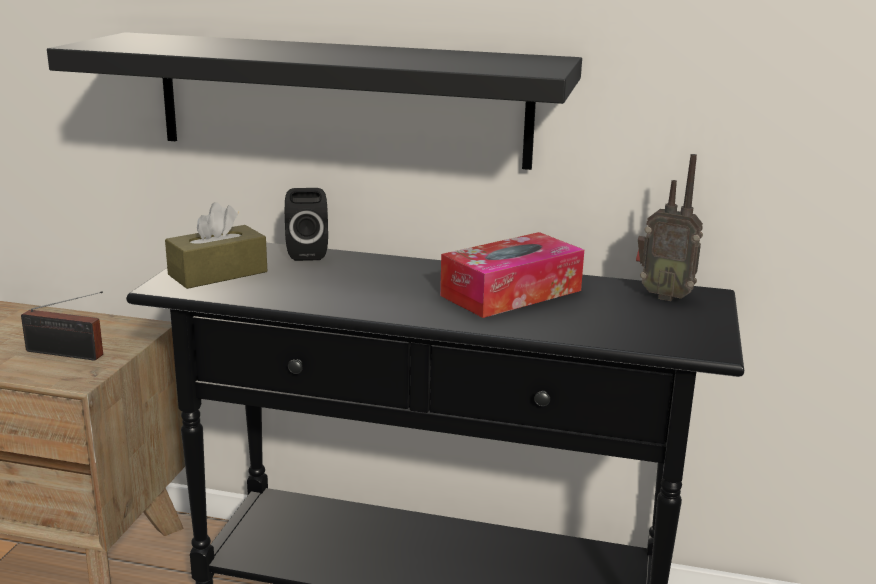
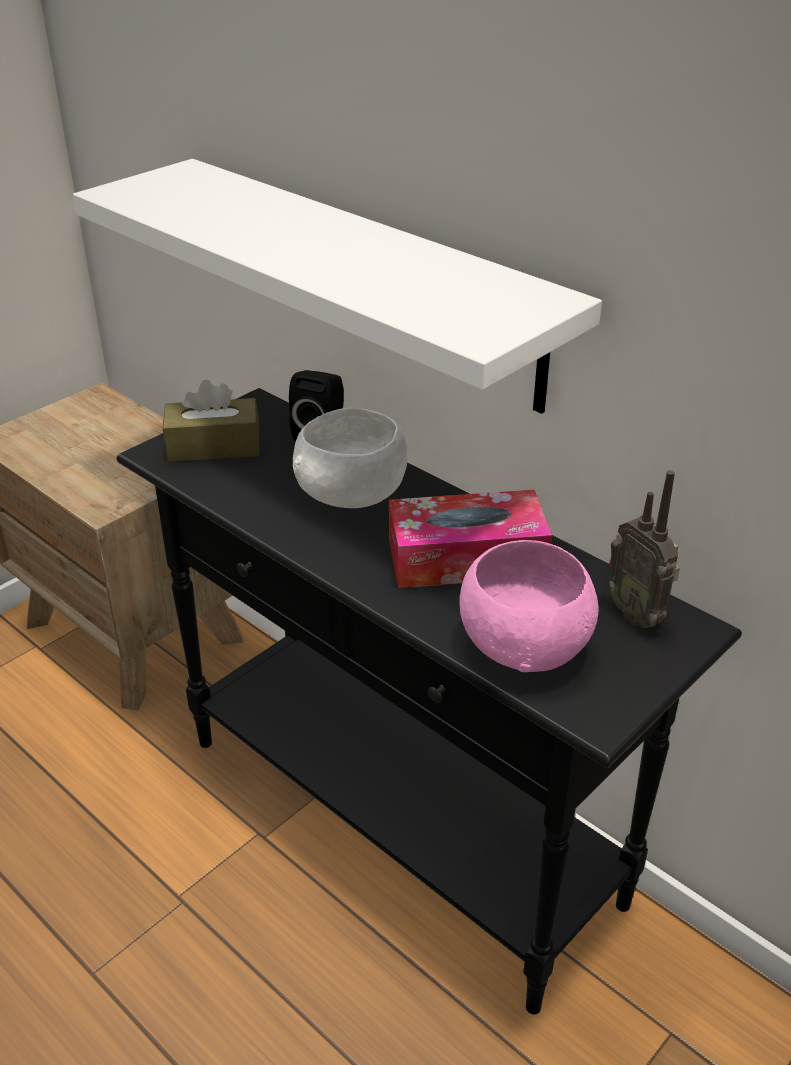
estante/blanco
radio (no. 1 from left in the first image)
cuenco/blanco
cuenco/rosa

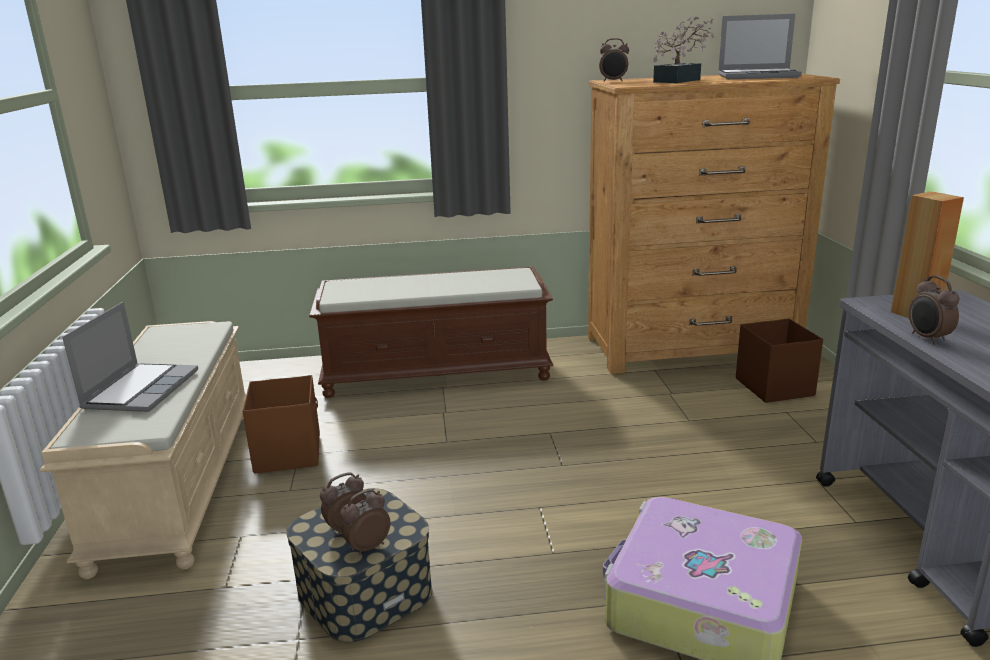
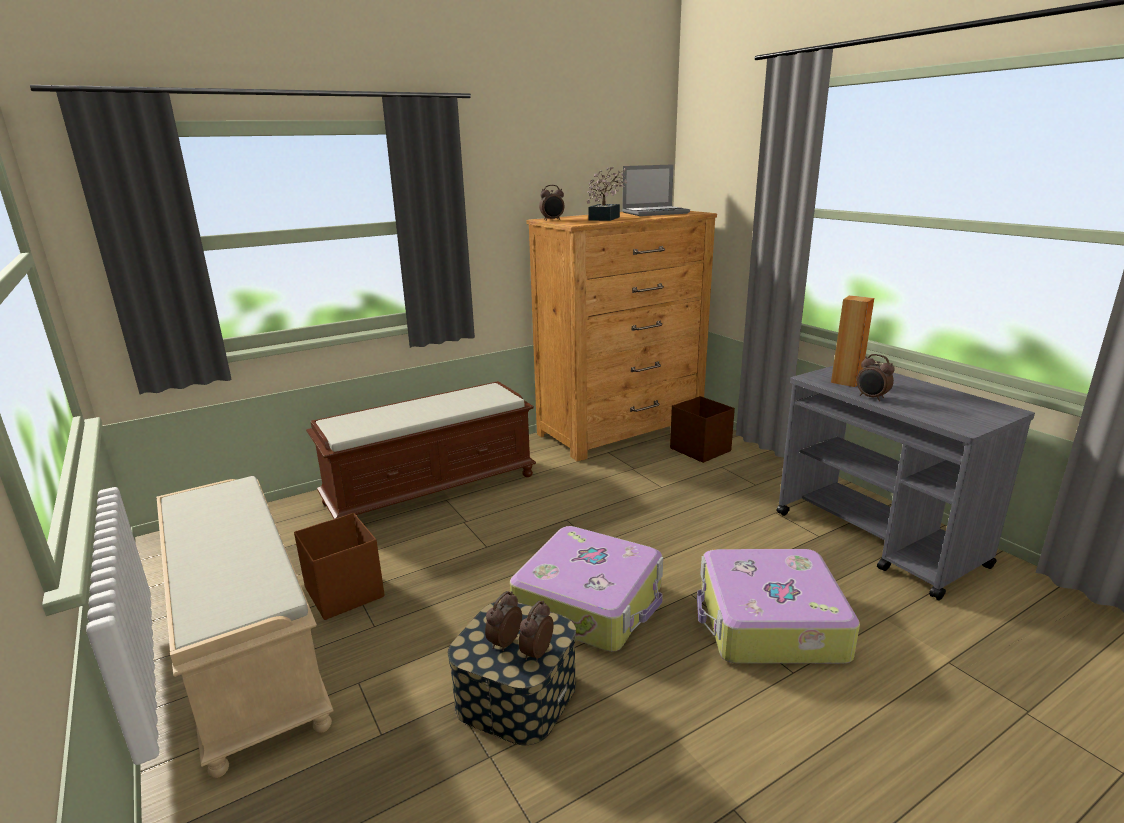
portátil (no. 1 from left in the first image)
maleta (no. 1 from left)

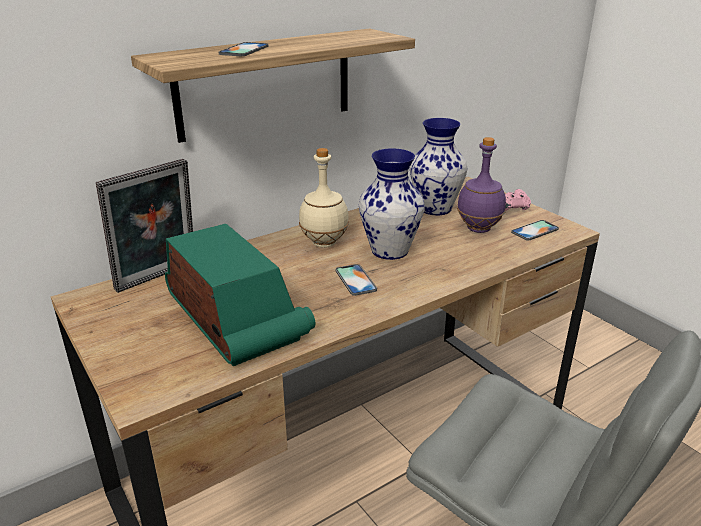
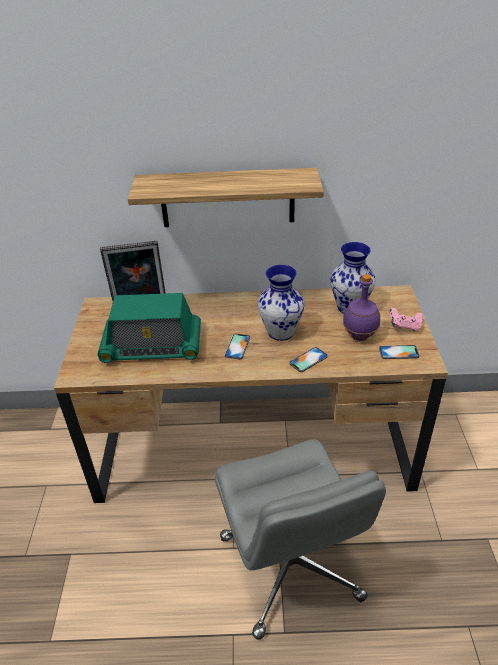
móvil (no. 2 from left)
botella/beis
radio

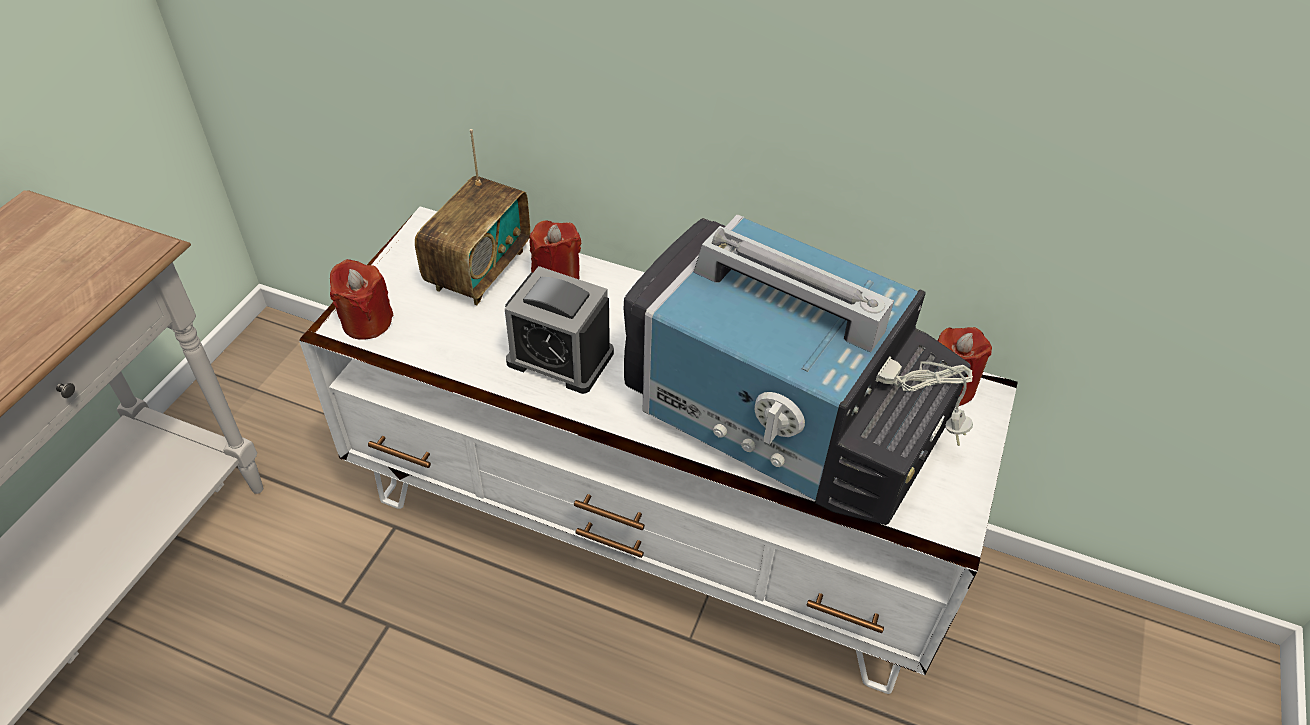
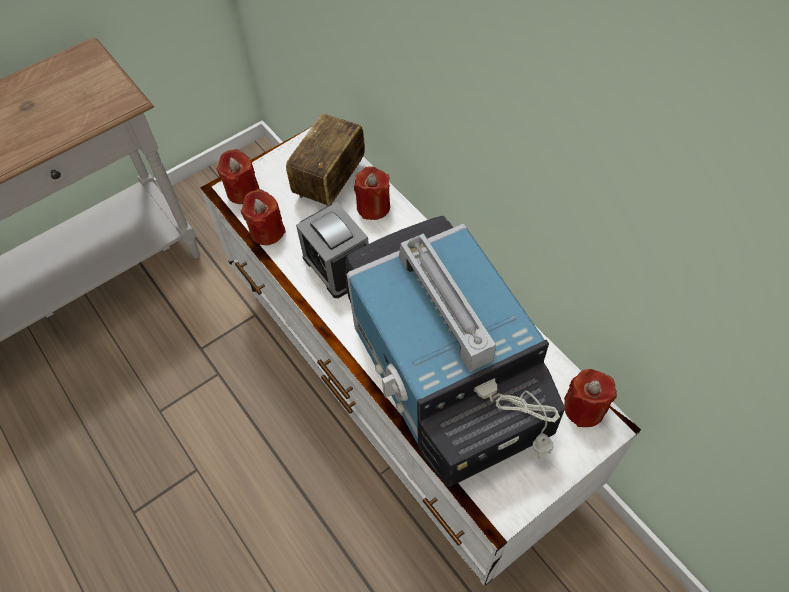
radio
vela/rojo (no. 2 from left)

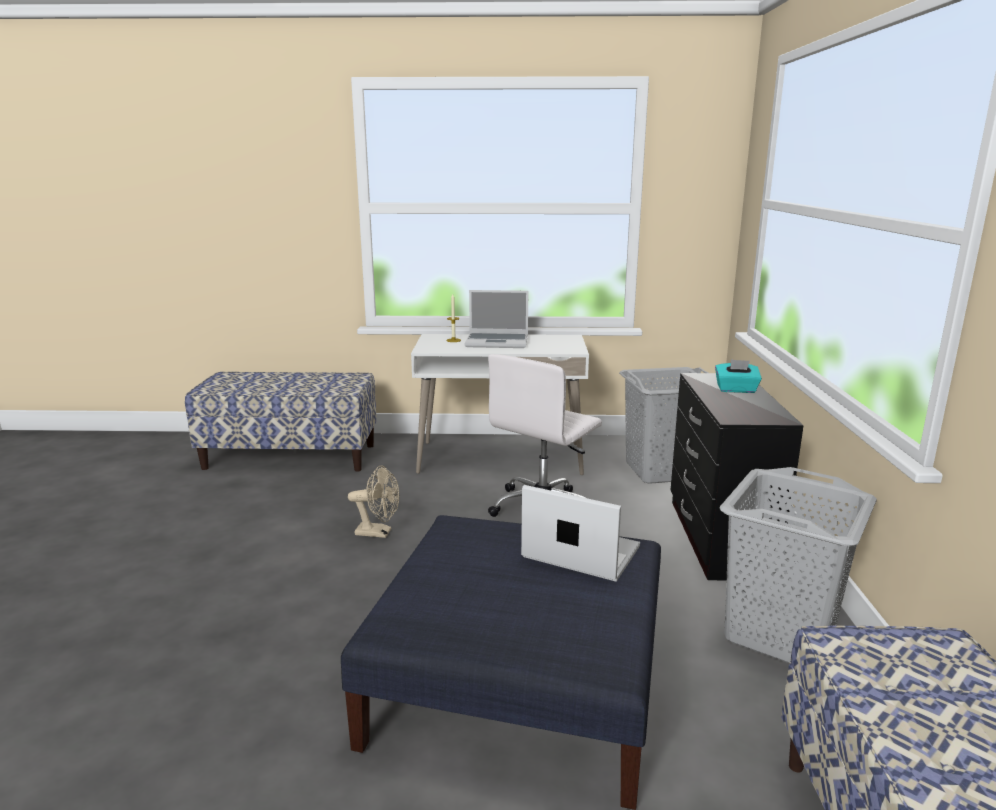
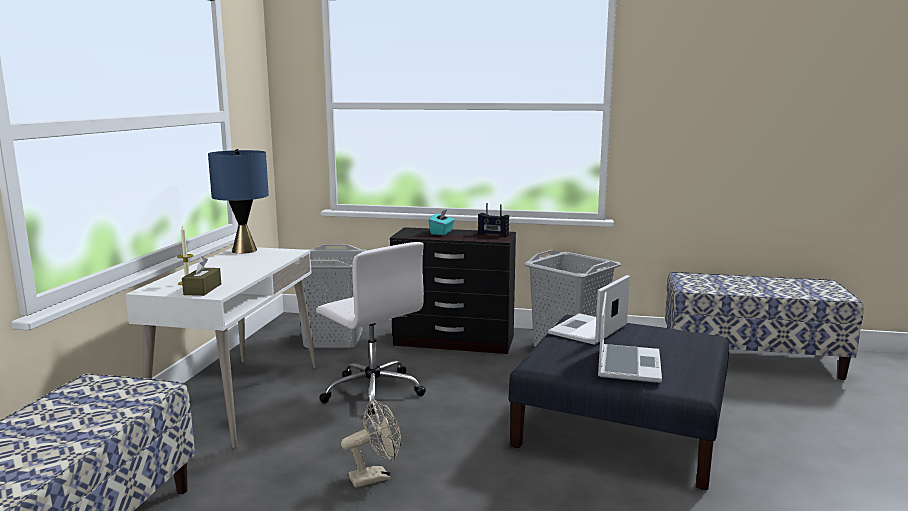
portátil (no. 2 from left)
ventilador/beis
lámpara de mesa/azul
radio
caja de pañuelos/marrón

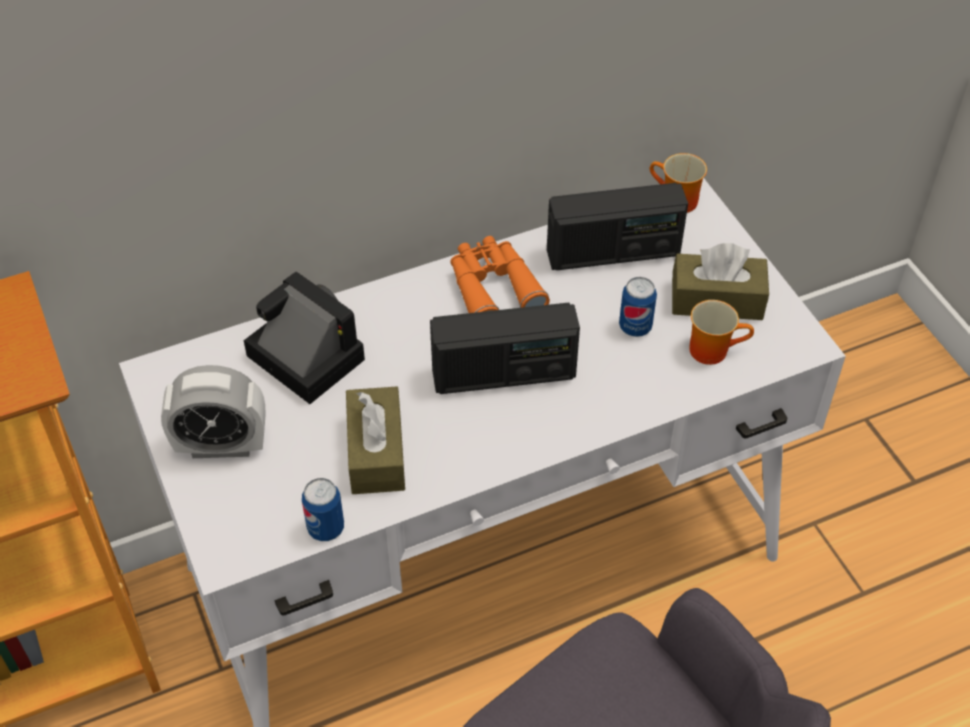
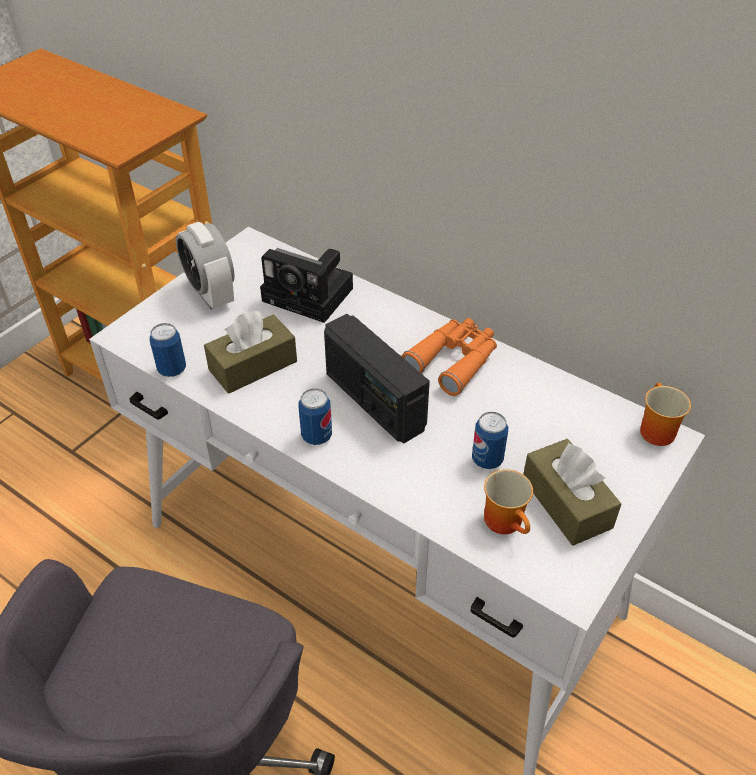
radio (no. 2 from left in the first image)
cámara
lata (no. 2 from left)

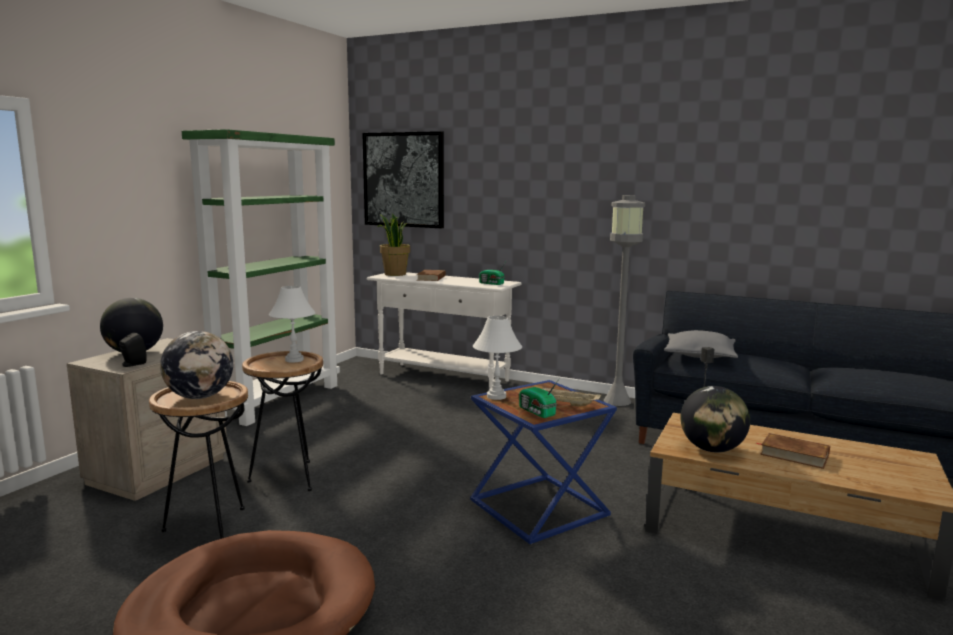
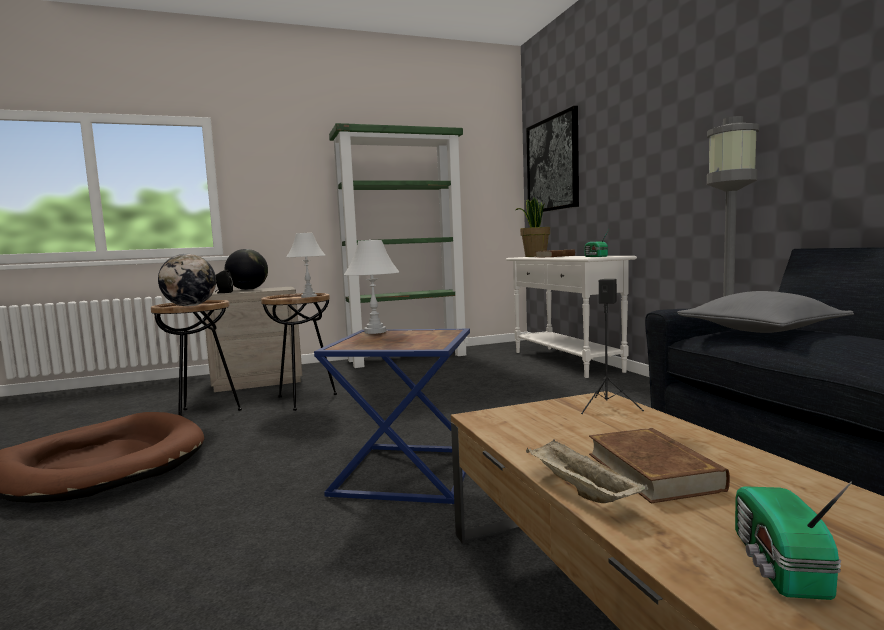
radio (no. 2 from left)
globo terráqueo (no. 3 from left in the first image)
bandeja/beis

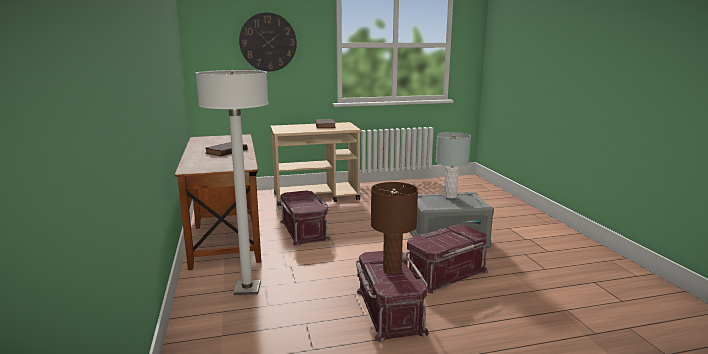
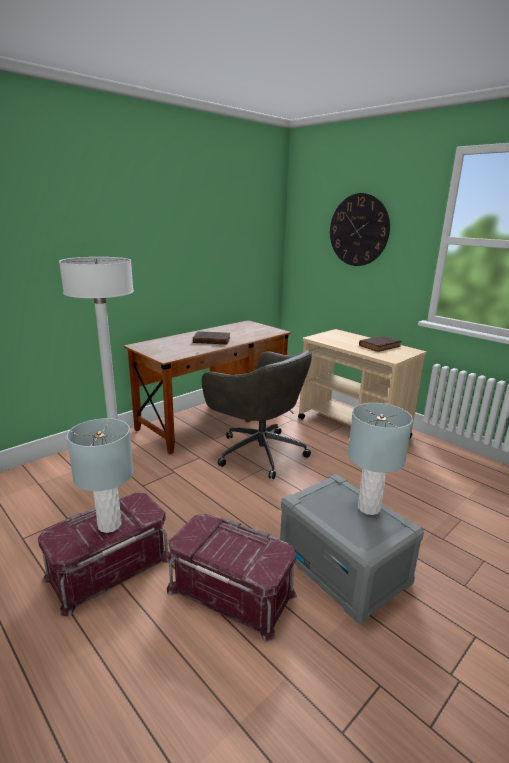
lámpara de mesa/gris (no. 1 from left)
silla de oficina/gris

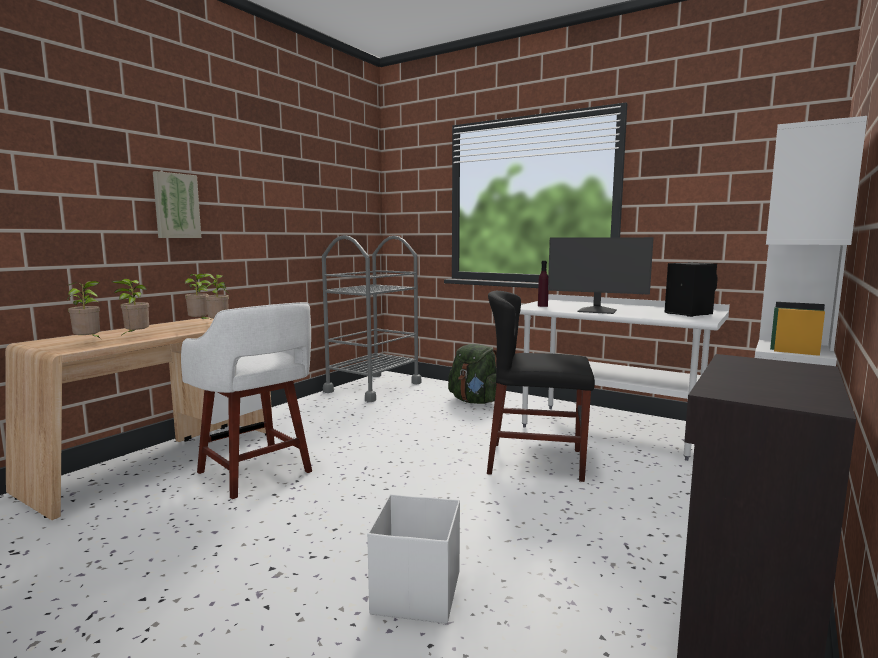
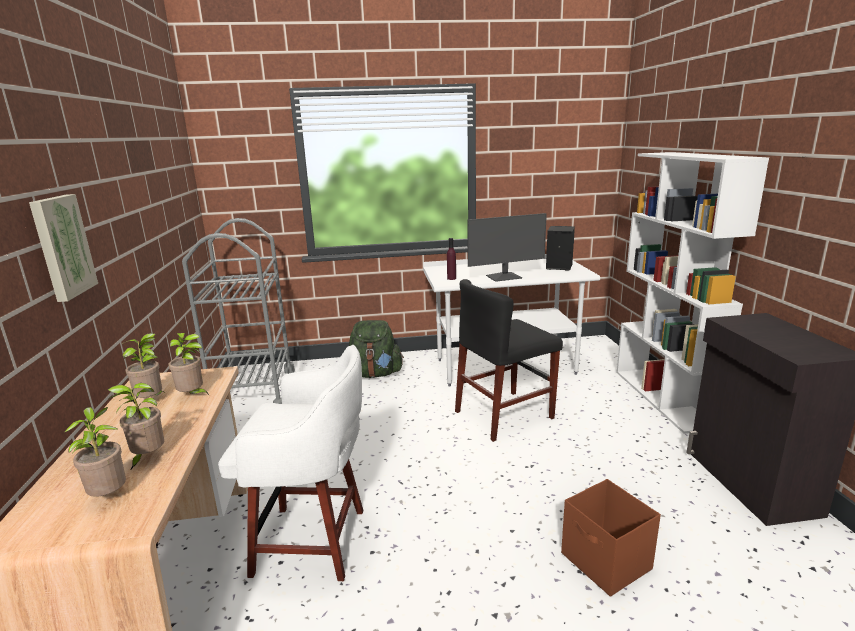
caja de almacenaje/marrón

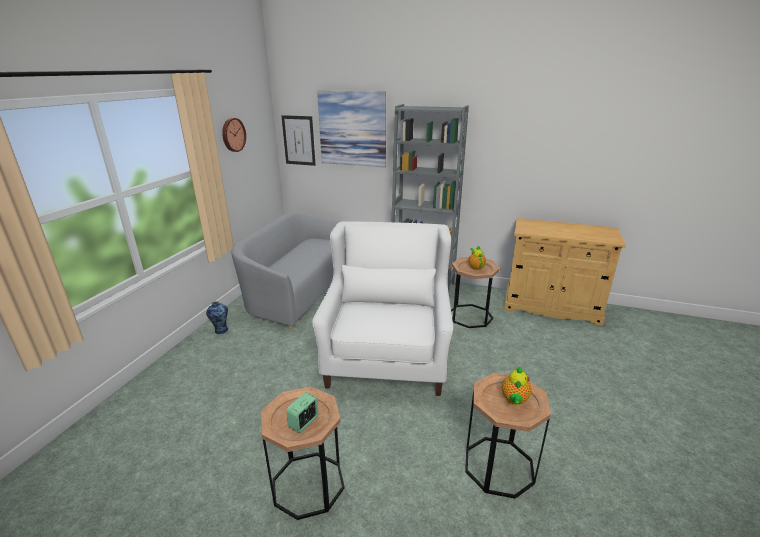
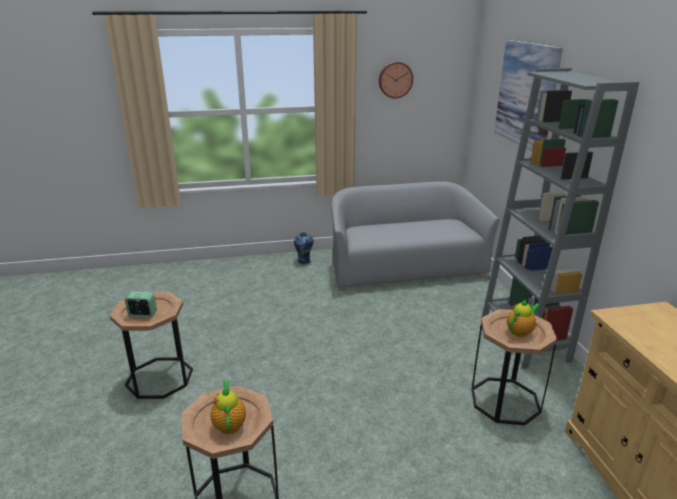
cuadro (no. 1 from left in the first image)
sillón/blanco
tetera (no. 1 from left)

